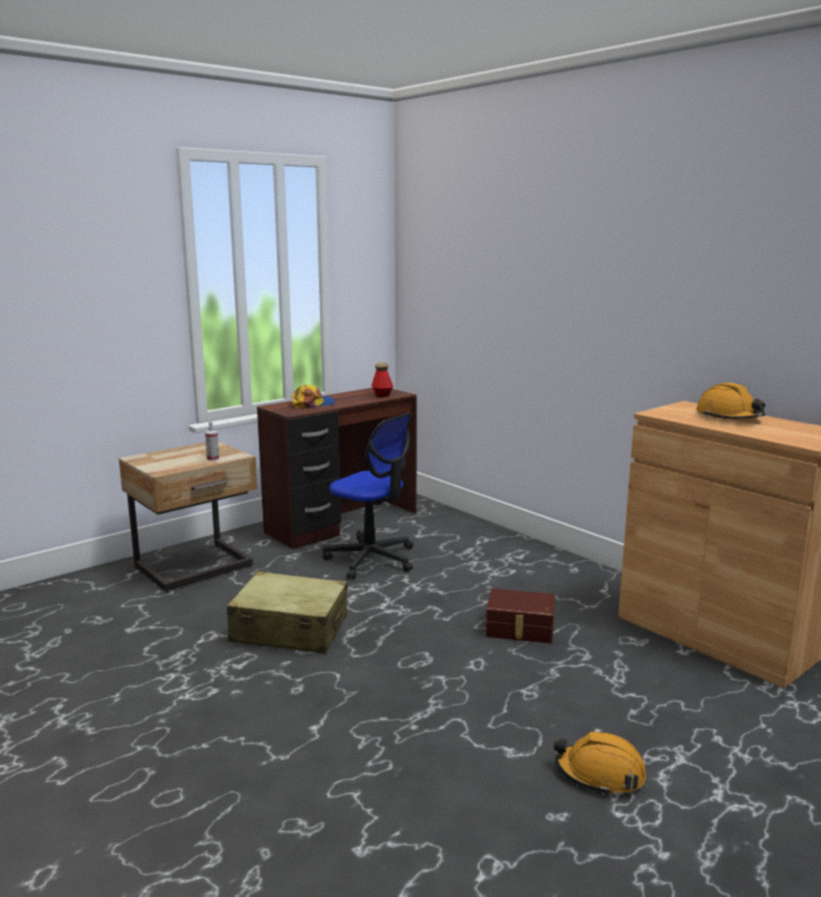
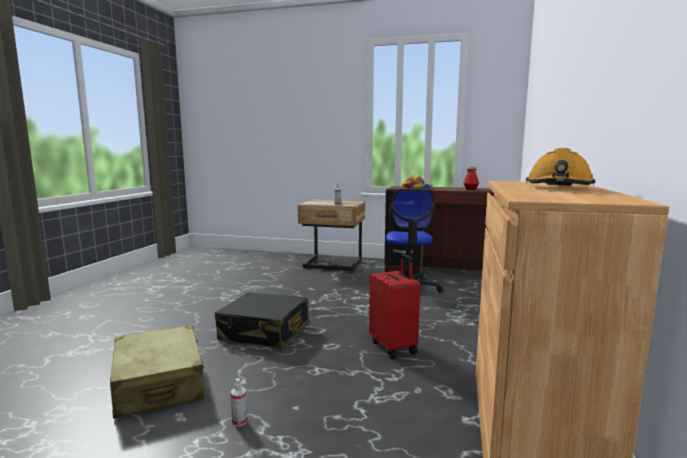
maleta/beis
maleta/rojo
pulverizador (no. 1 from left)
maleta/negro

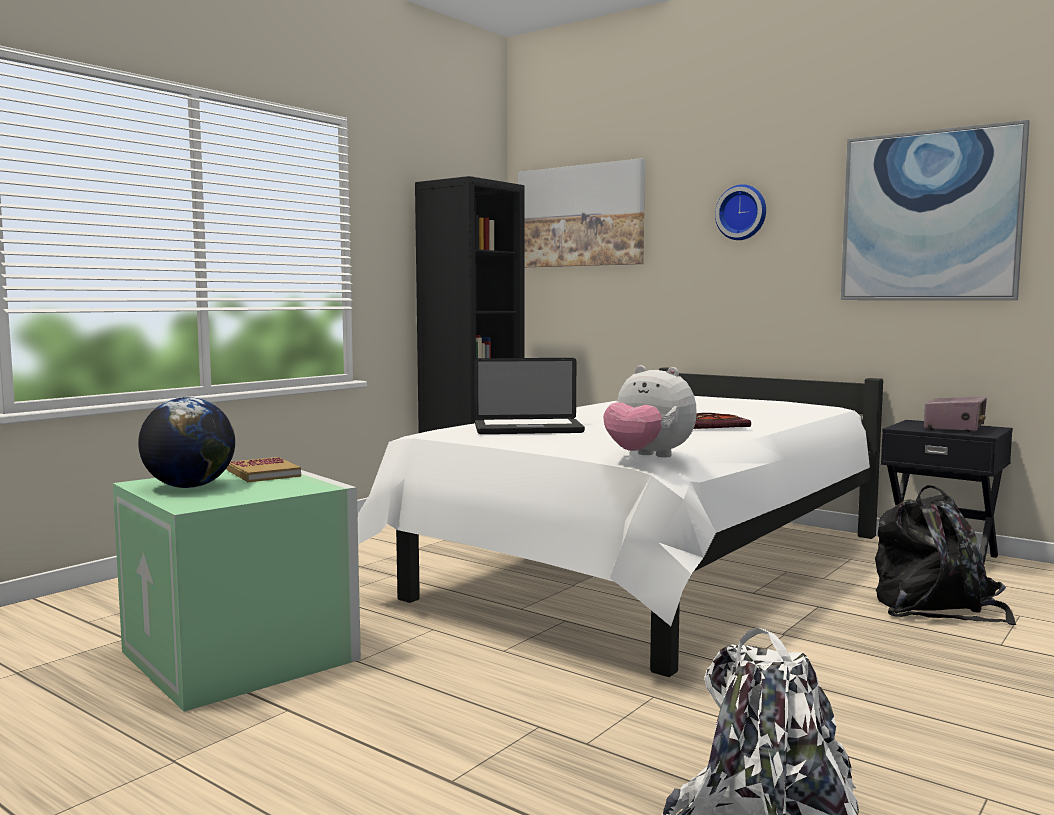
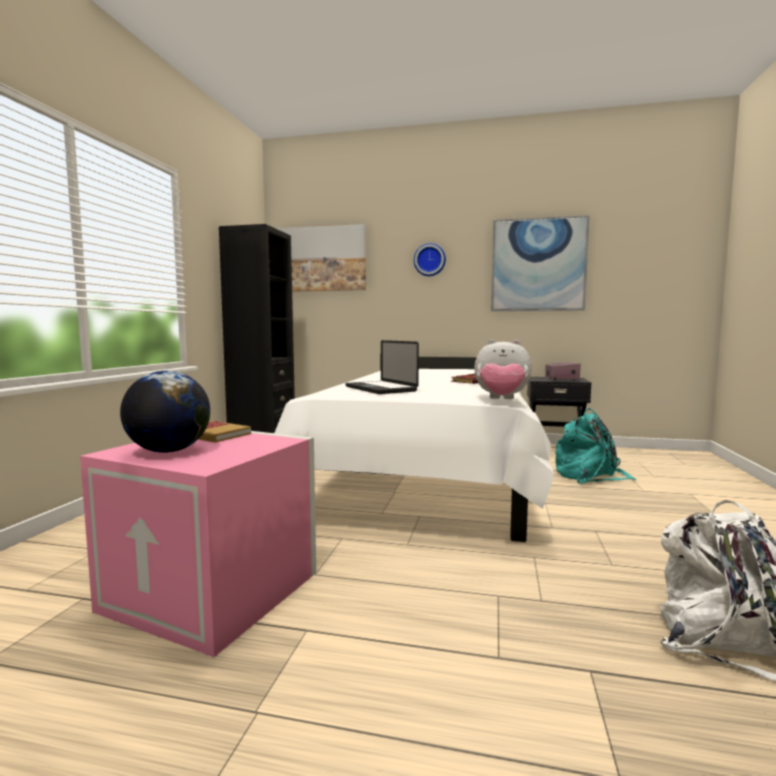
portátil
caja de almacenaje/rosa
mochila/turquesa

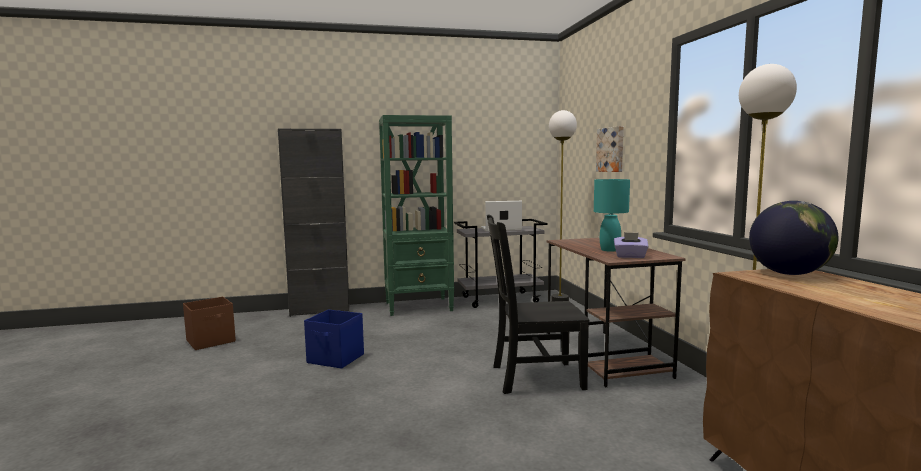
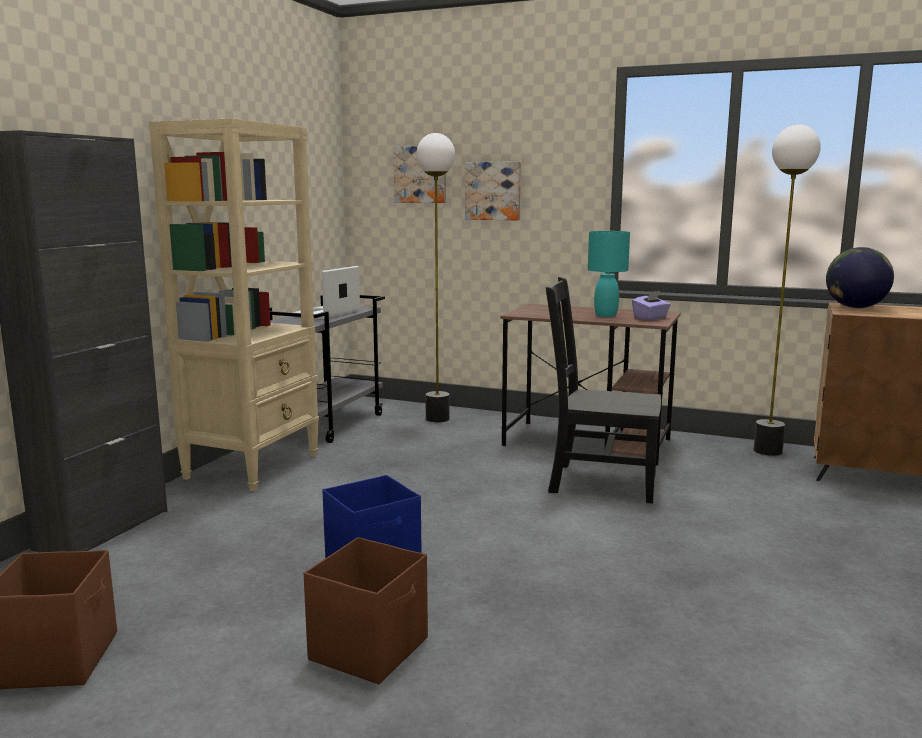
estantería/beis
silla/negro
cuadro (no. 1 from left)
caja de almacenaje/marrón (no. 2 from left)

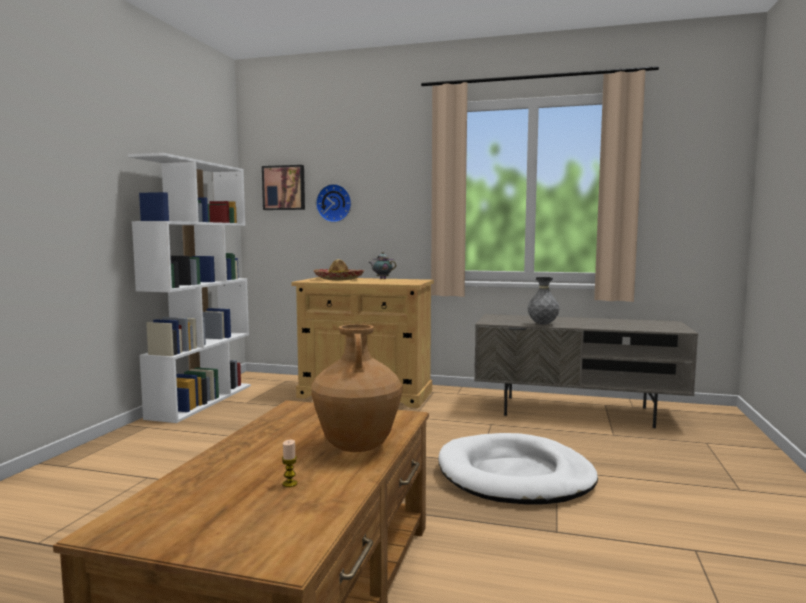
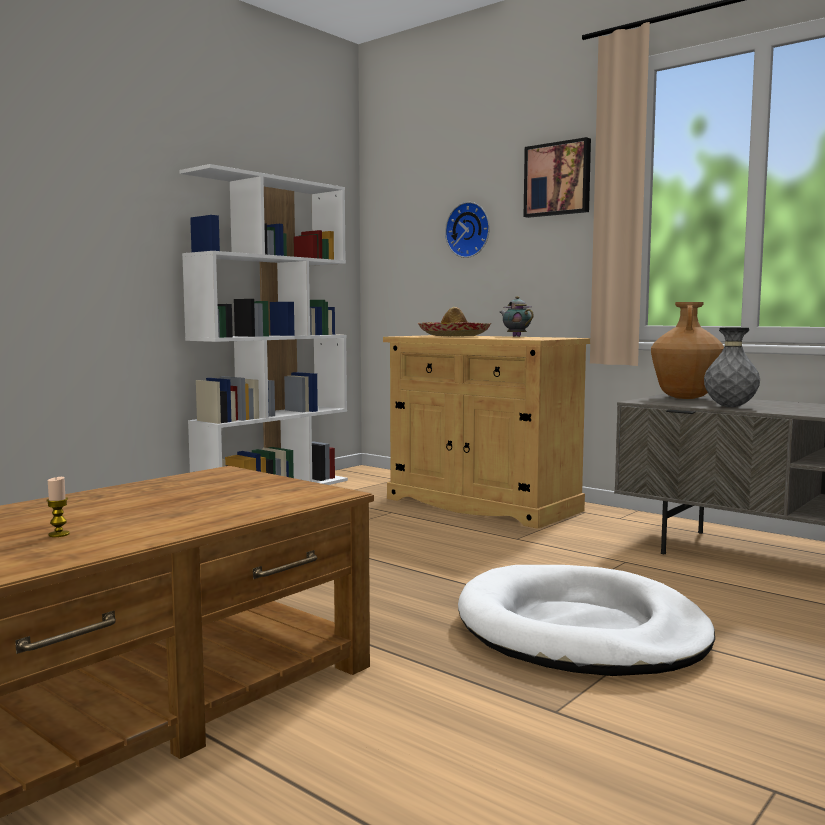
cuadro
florero/marrón

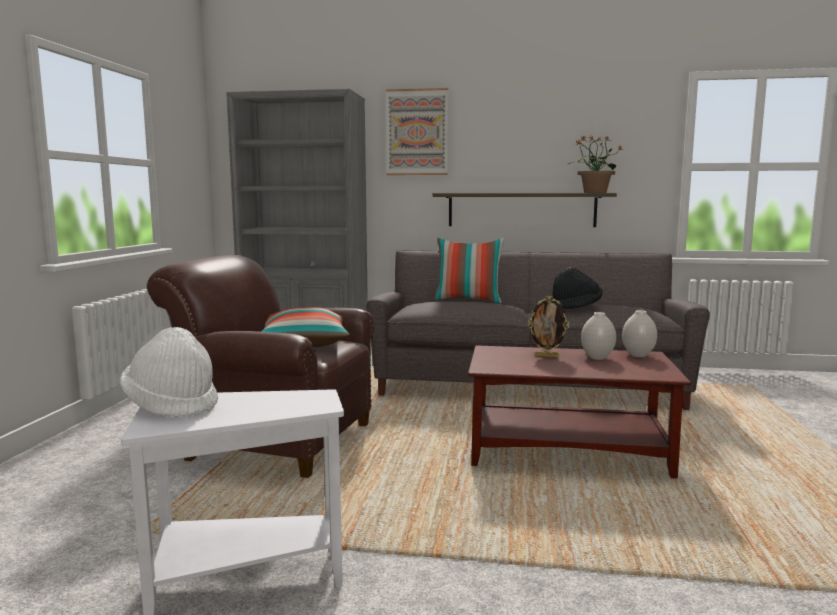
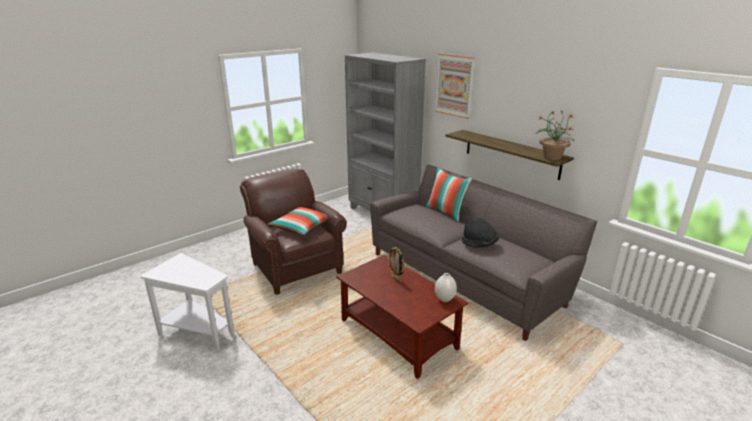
florero/blanco (no. 1 from left in the first image)
sombrero/blanco

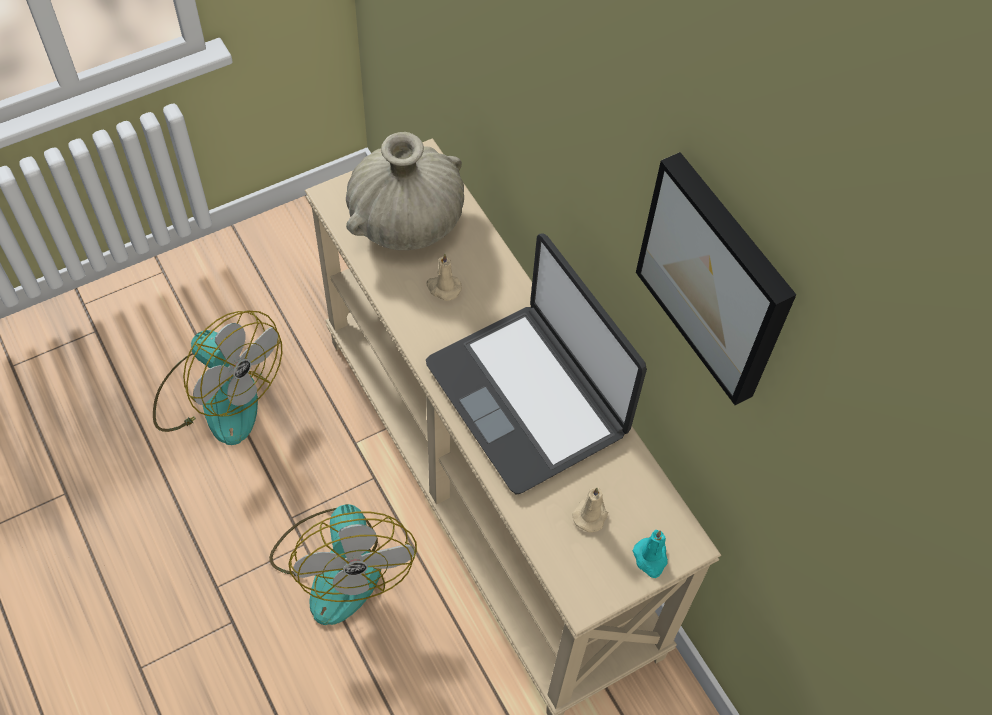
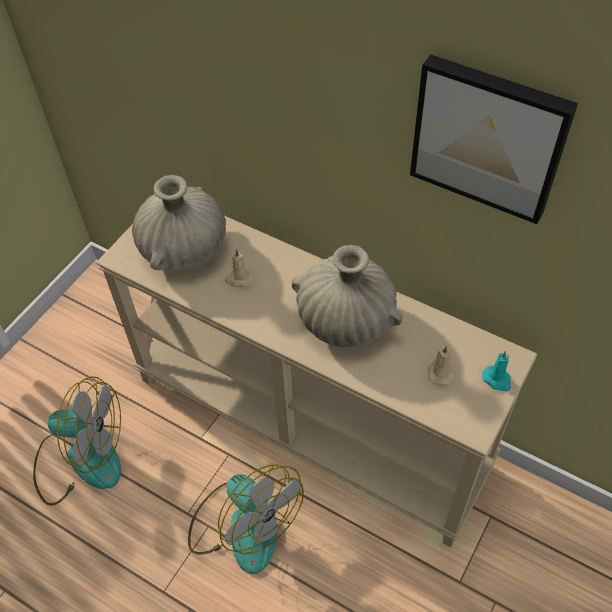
florero/beis (no. 2 from left)

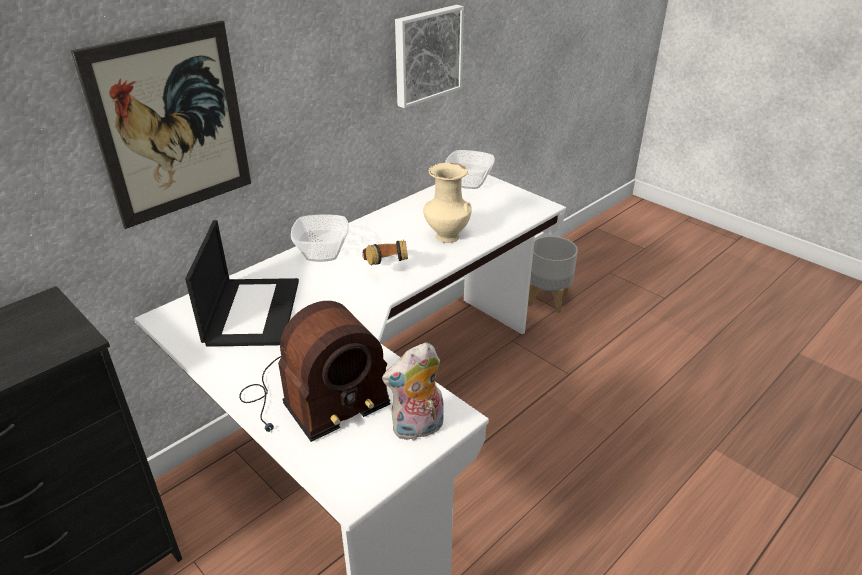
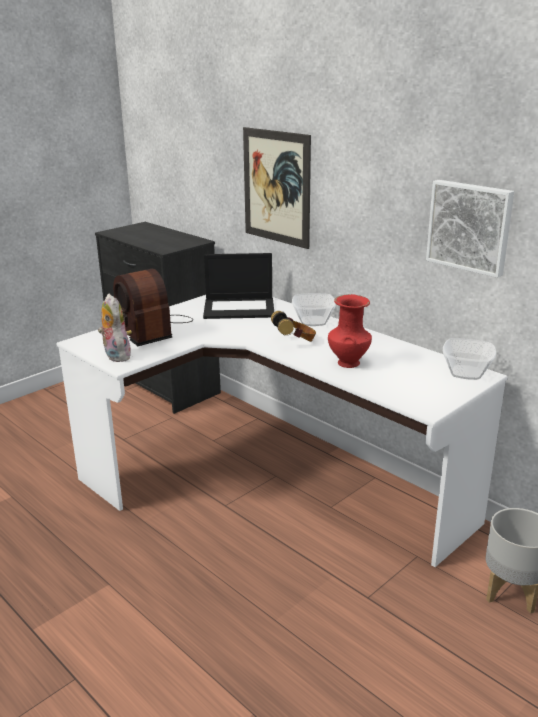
florero/rojo

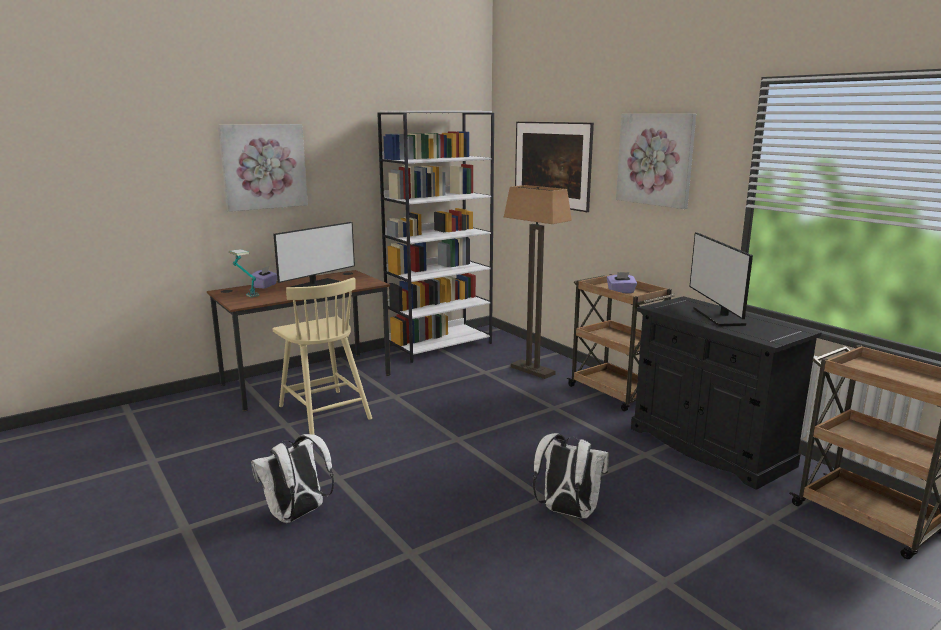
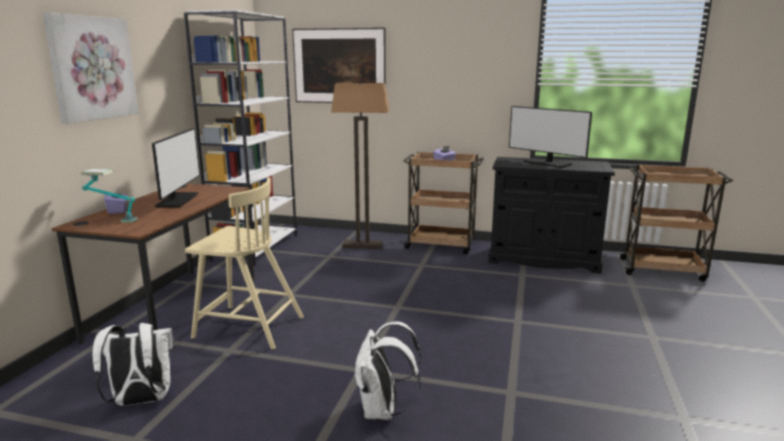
cuadro (no. 3 from left in the first image)
mochila/blanco (no. 1 from left)

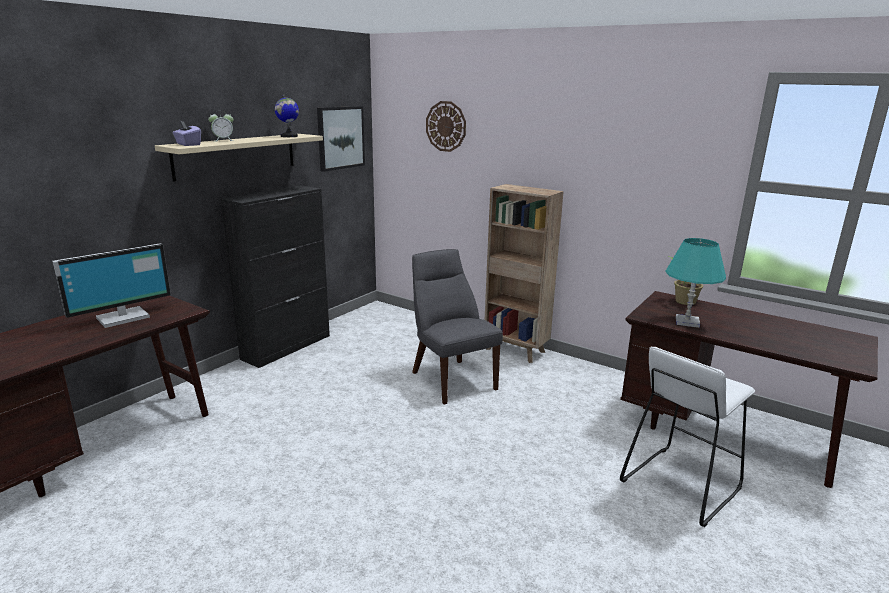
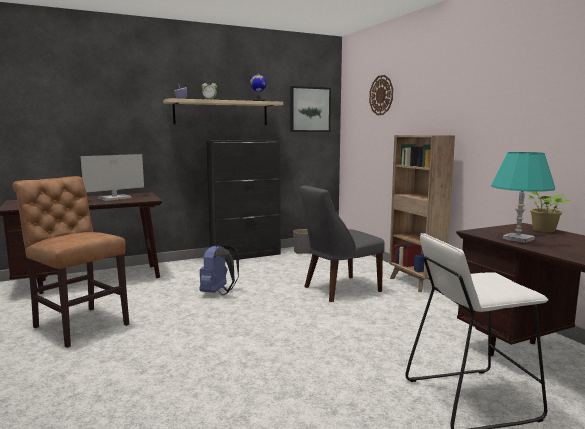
monitor
silla/gris
silla/marrón
maceta/gris
mochila/azul

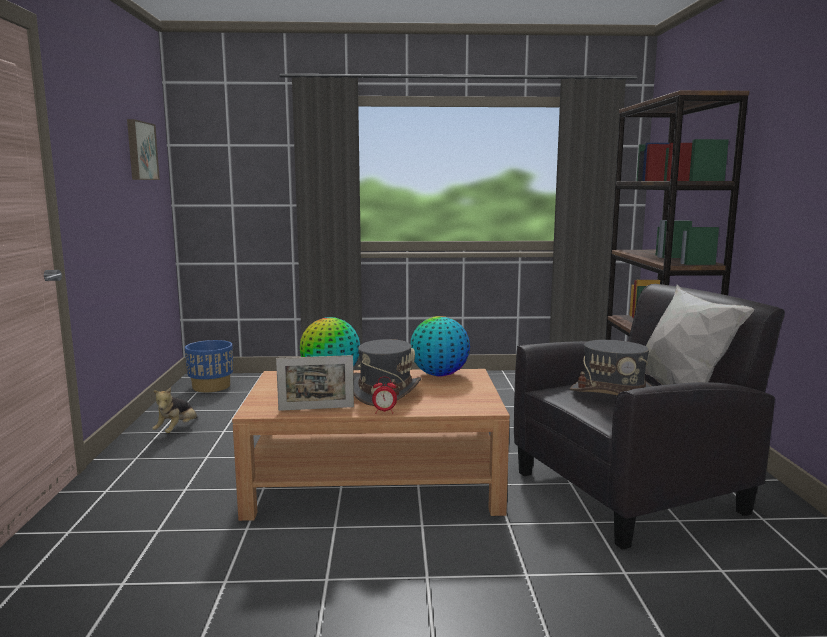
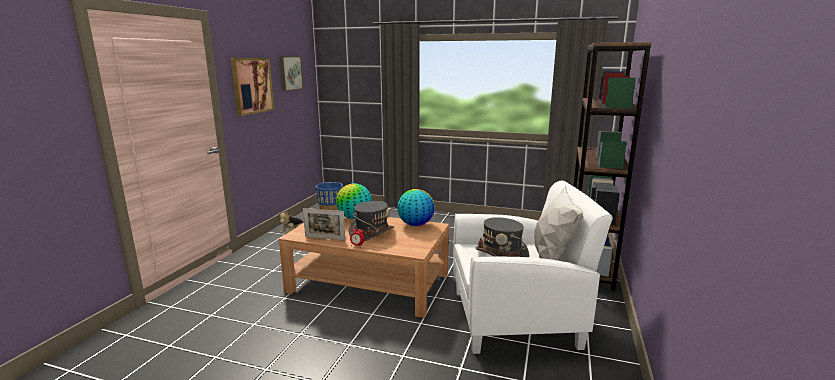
sillón/blanco
cuadro (no. 1 from left)

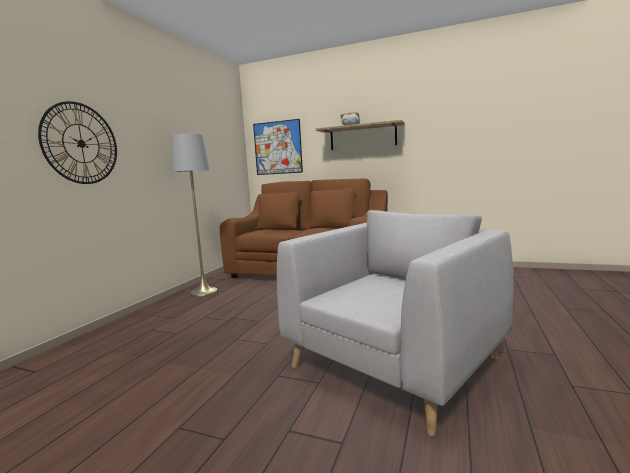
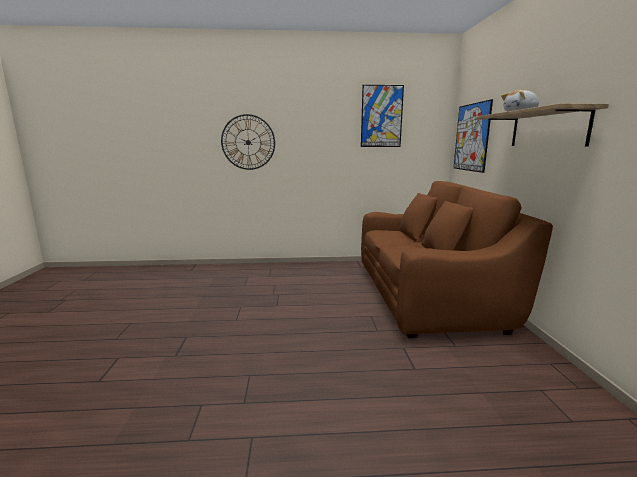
lámpara de pie/gris
sillón/gris
cuadro (no. 1 from left)

